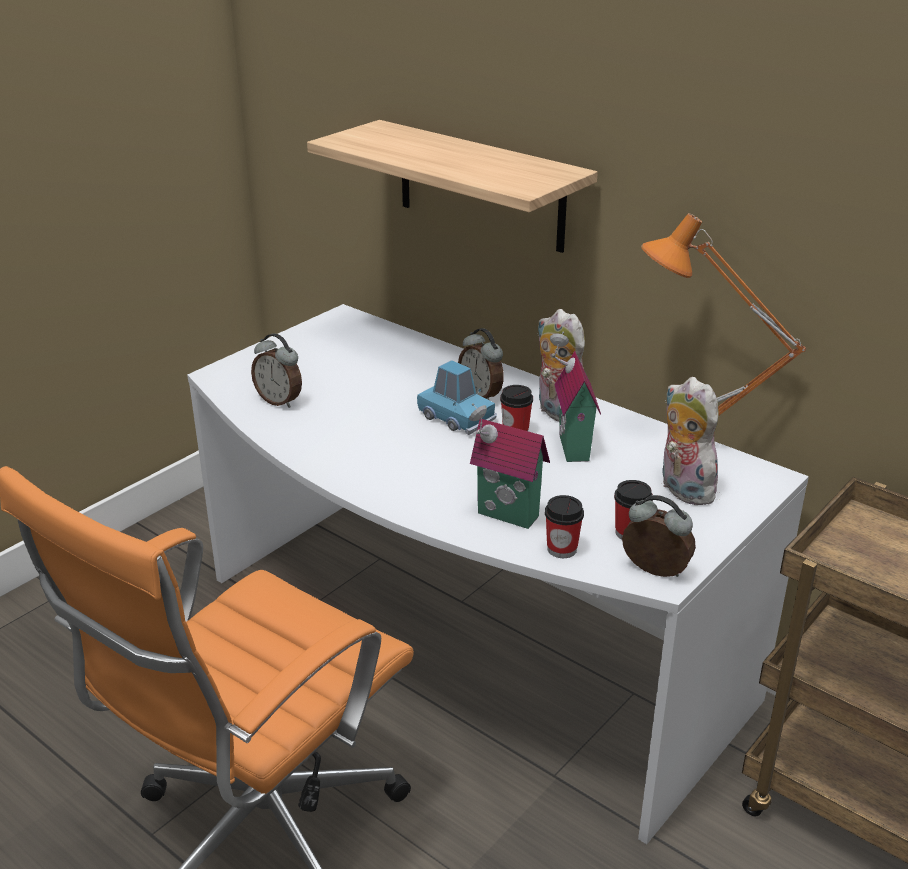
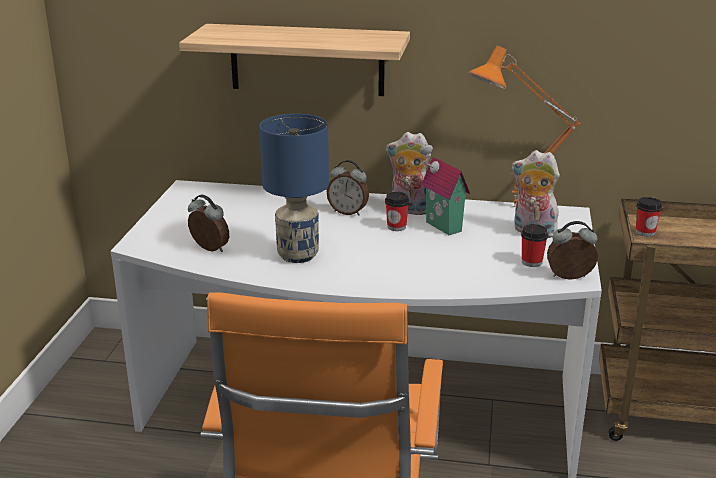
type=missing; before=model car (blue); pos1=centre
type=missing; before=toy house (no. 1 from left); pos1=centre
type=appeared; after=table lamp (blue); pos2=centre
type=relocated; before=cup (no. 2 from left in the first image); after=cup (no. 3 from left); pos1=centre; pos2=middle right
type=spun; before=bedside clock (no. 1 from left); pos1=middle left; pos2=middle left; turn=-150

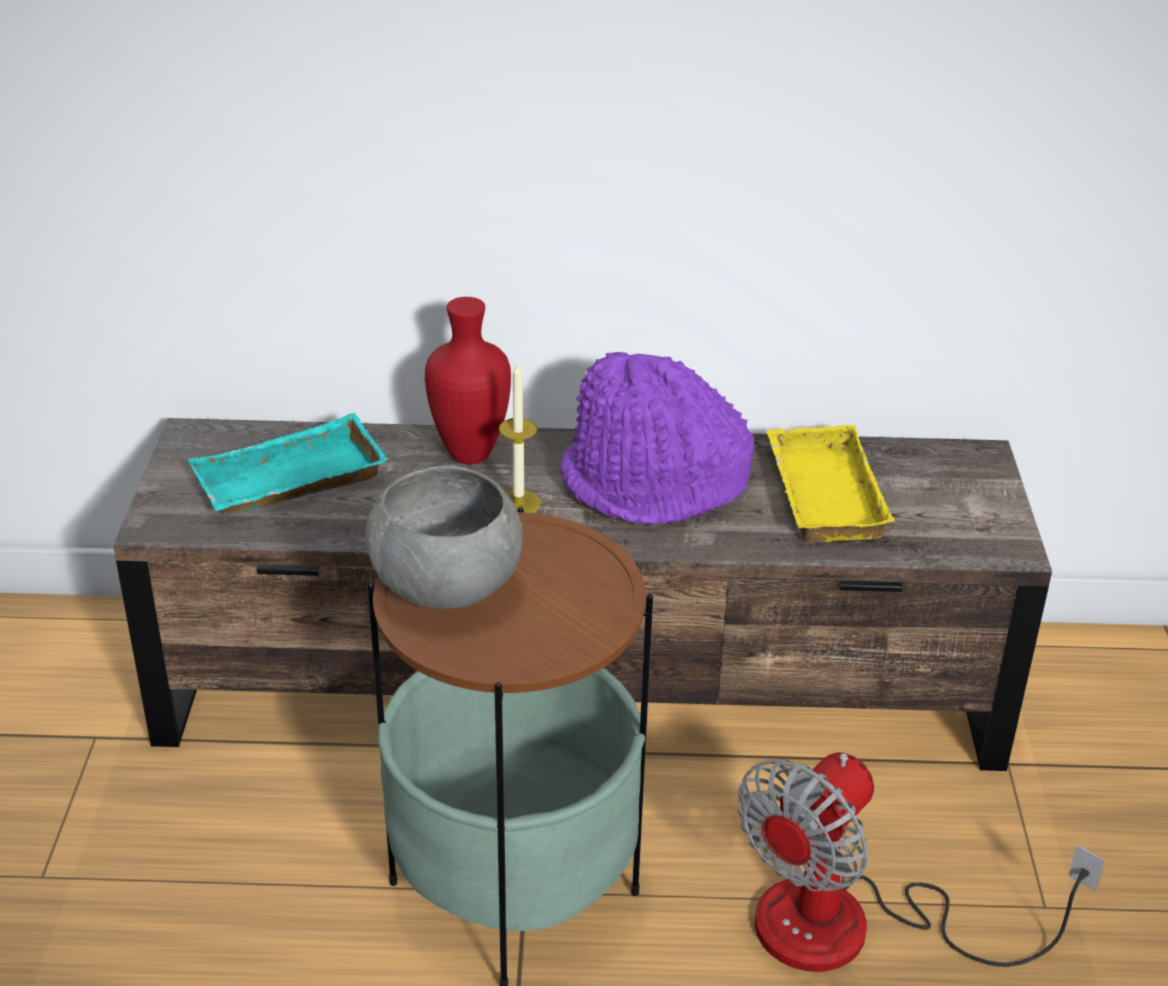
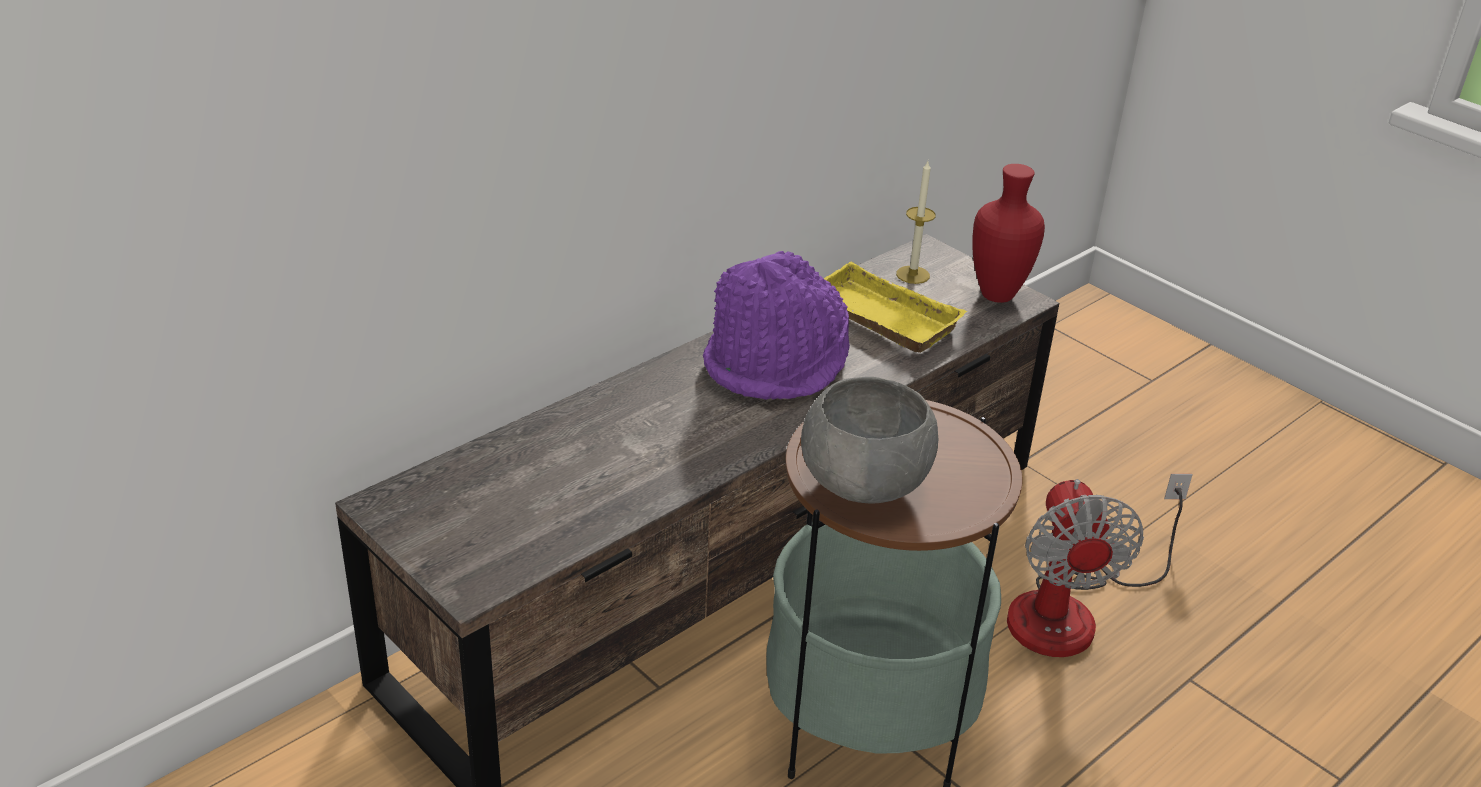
type=missing; before=serving tray (blue-green); pos1=middle left
type=relocated; before=flower vase (reddish); pos1=centre; pos2=top right
type=relocated; before=wax light; pos1=centre; pos2=top centre

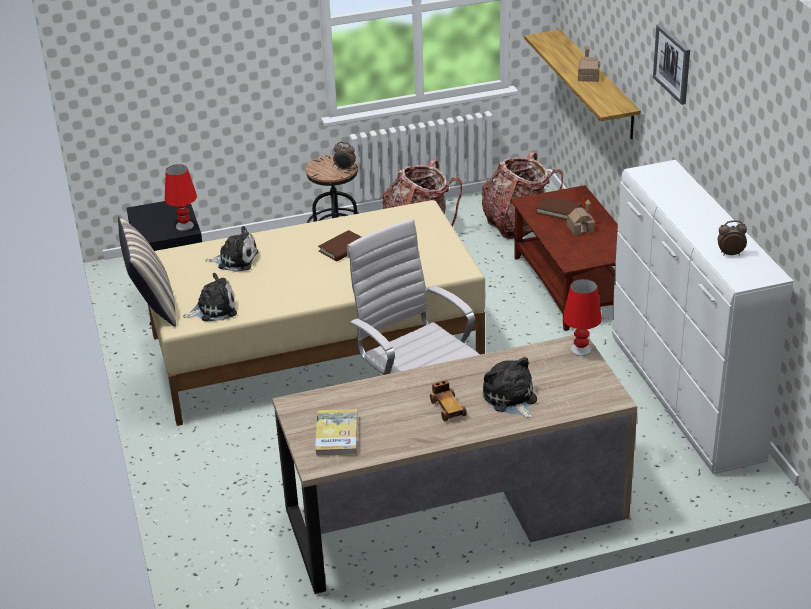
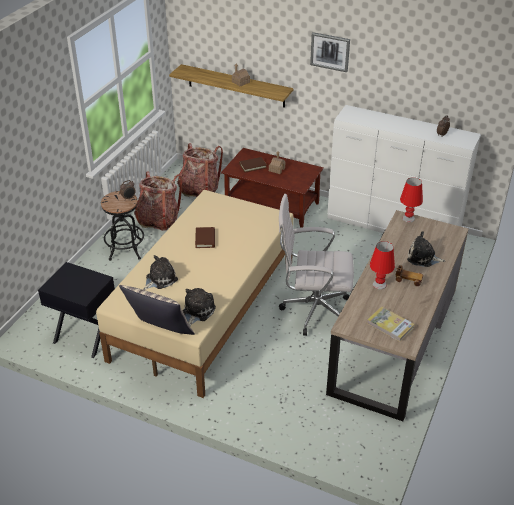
type=relocated; before=table lamp (reddish) (no. 1 from left); pos1=top left; pos2=middle right

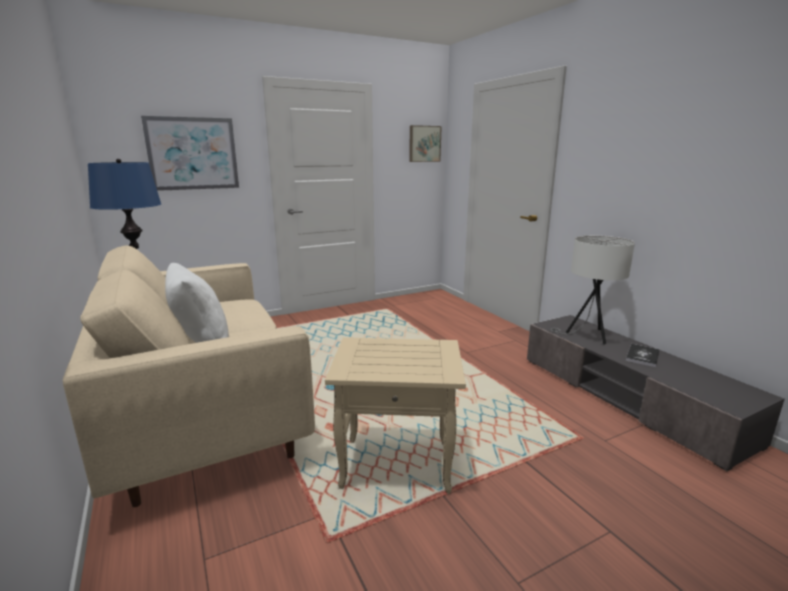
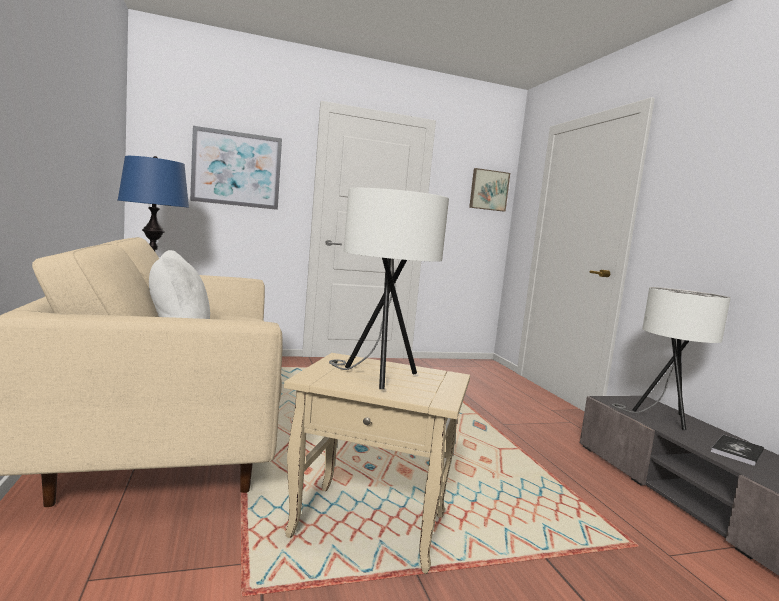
type=appeared; after=table lamp (white-coloured) (no. 1 from left); pos2=centre

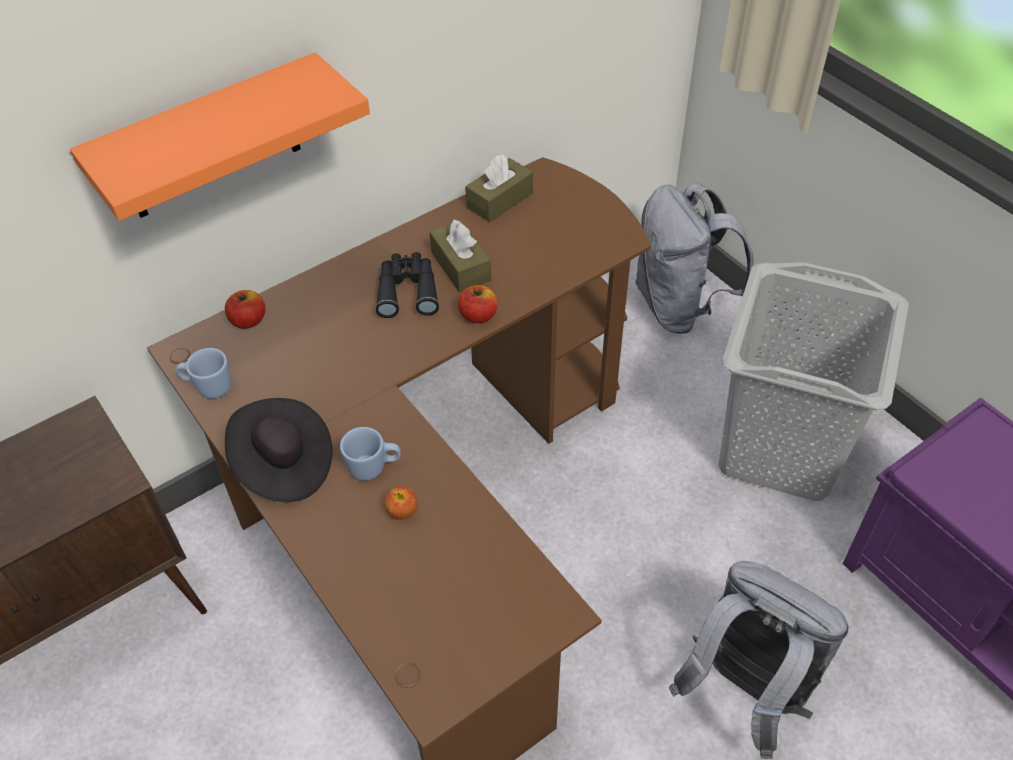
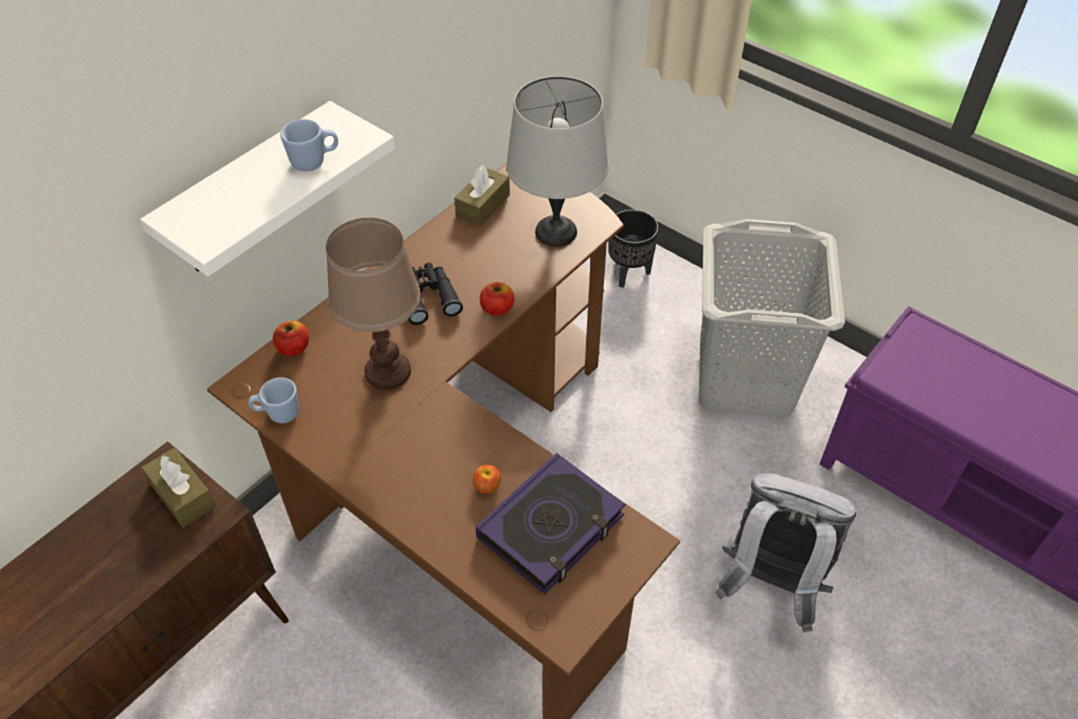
type=missing; before=hat (black); pos1=middle left
type=appeared; after=table lamp (brown); pos2=centre
type=appeared; after=book; pos2=bottom centre
type=appeared; after=table lamp (gray); pos2=top centre
type=relocated; before=tea mug (blue) (no. 2 from left); pos1=centre; pos2=top left
type=relocated; before=box of tissues (brown) (no. 1 from left); pos1=centre; pos2=bottom left
type=exchanged; before=backpack (gray) (no. 1 from left); after=flower pot (black); pos1=middle right; pos2=centre
type=colour; before=bracket shelf (orange); after=bracket shelf (white-coloured); pos1=top left; pos2=top left

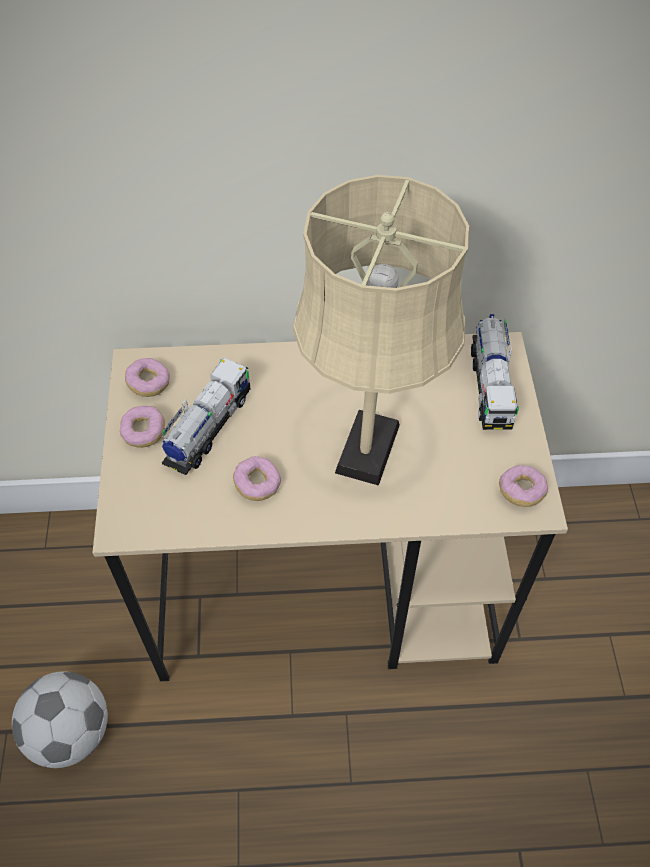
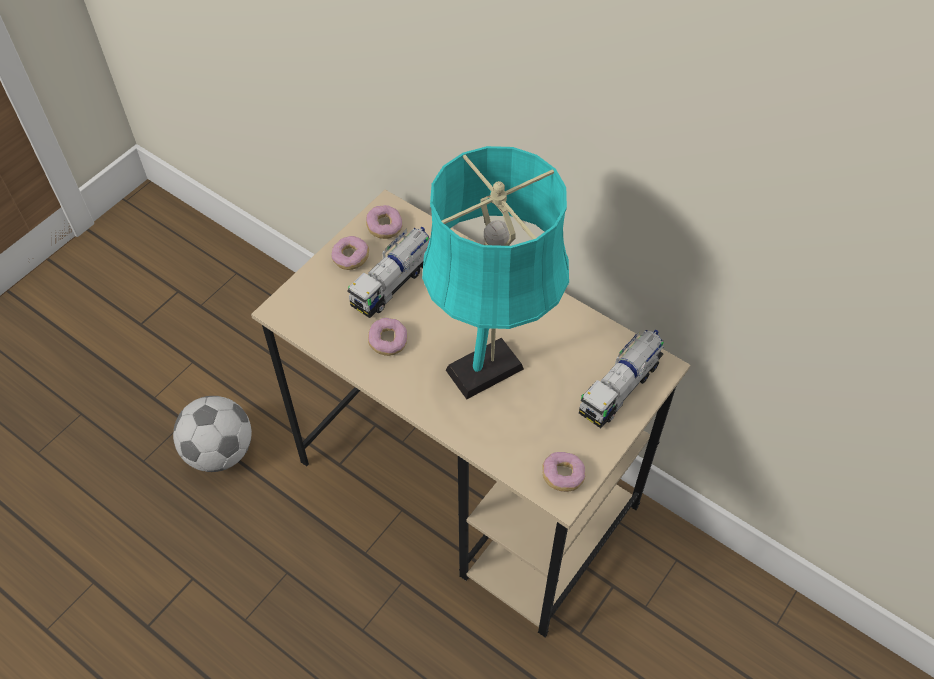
type=colour; before=table lamp (beige-coloured); after=table lamp (blue-green); pos1=centre; pos2=centre
type=spun; before=model truck (no. 1 from left); pos1=middle left; pos2=centre; turn=150

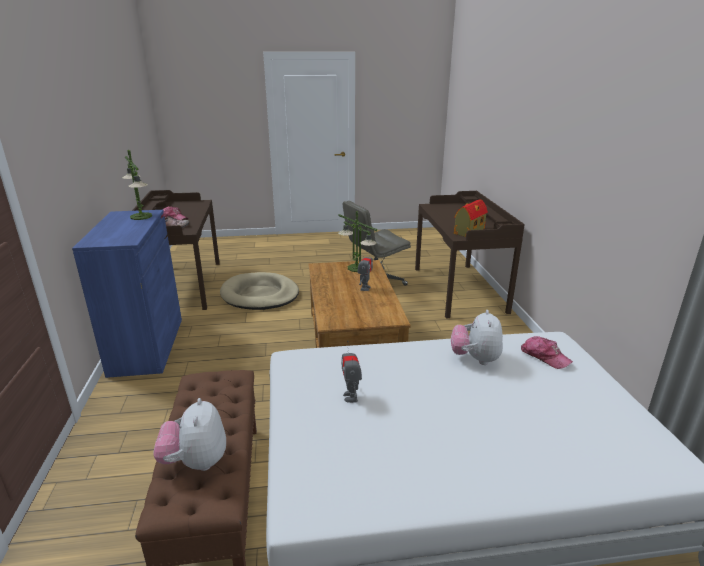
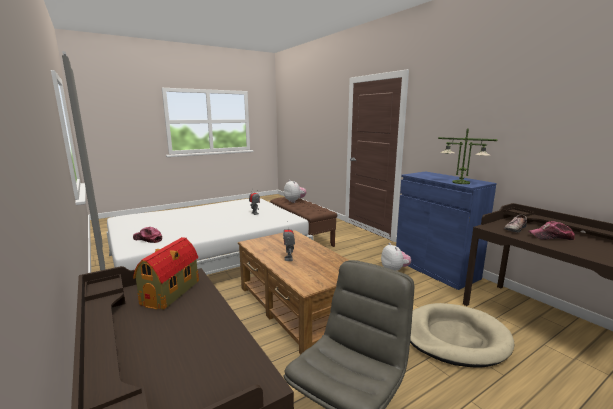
type=missing; before=table lamp (no. 2 from left); pos1=centre
type=relocated; before=plush toy (no. 2 from left); pos1=middle right; pos2=centre

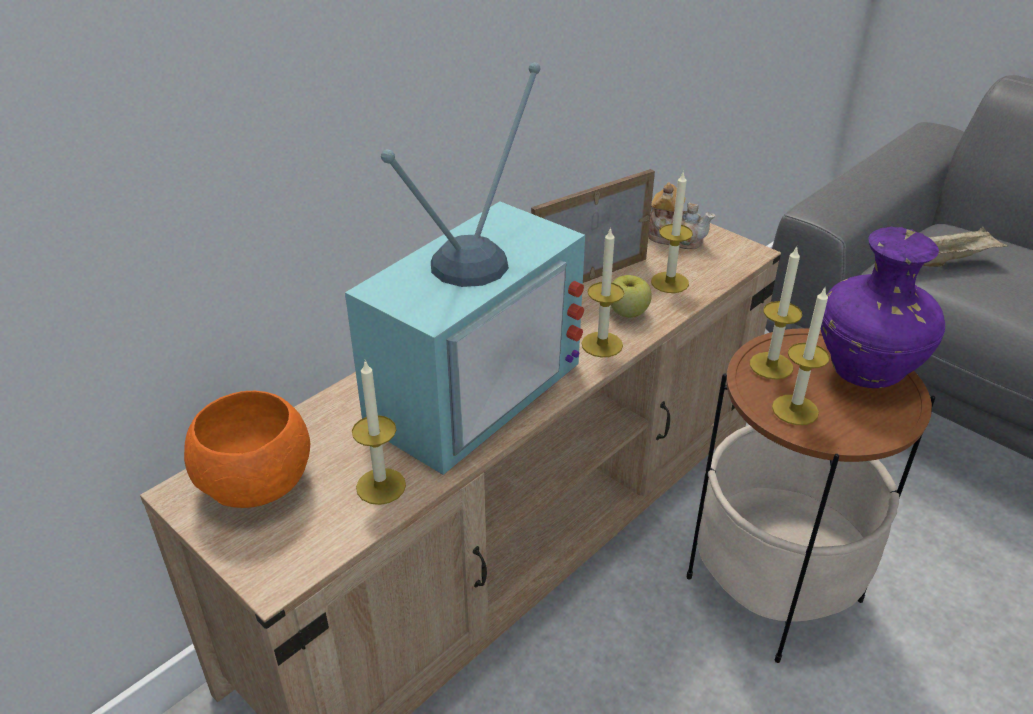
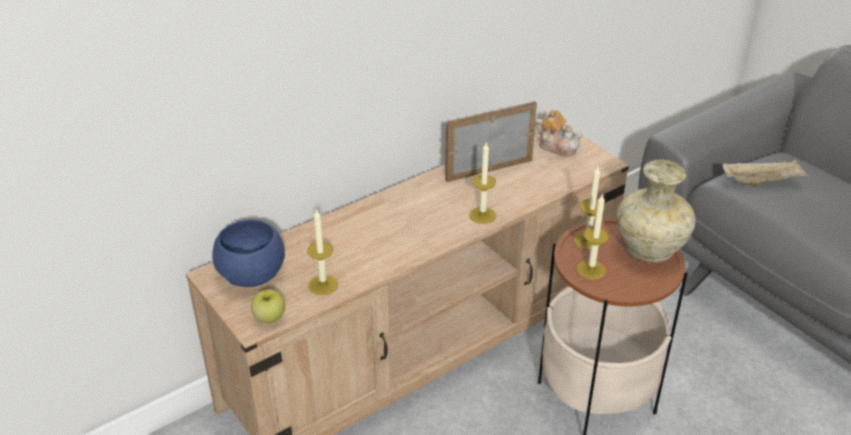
type=missing; before=TV; pos1=centre
type=missing; before=wax light (no. 3 from left); pos1=top centre
type=relocated; before=whole apple; pos1=centre; pos2=bottom left
type=colour; before=bowl (orange); after=bowl (blue); pos1=middle left; pos2=middle left
type=colour; before=flower vase (purple-coloured); after=flower vase (beige-coloured); pos1=middle right; pos2=middle right

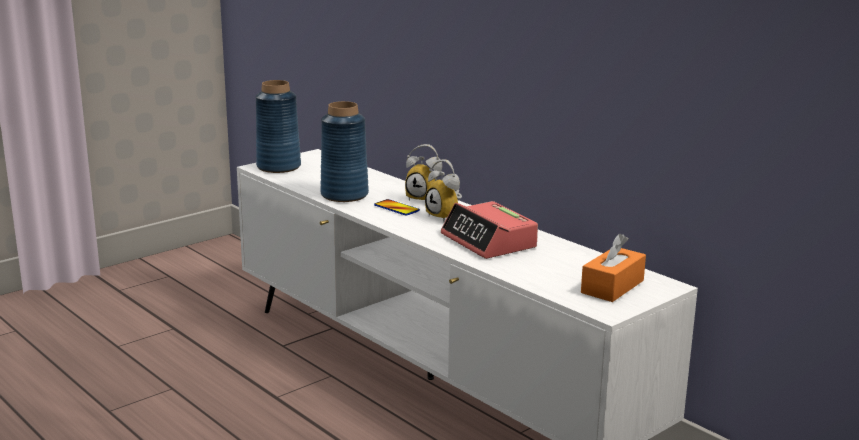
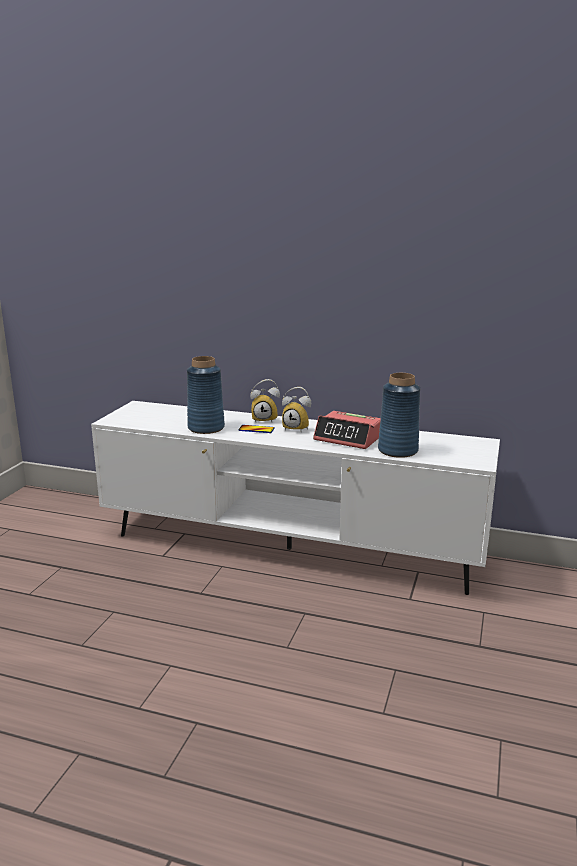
type=missing; before=box of tissues (orange); pos1=middle right
type=relocated; before=flower vase (blue) (no. 1 from left in the first image); after=flower vase (blue) (no. 2 from left); pos1=top left; pos2=middle right

